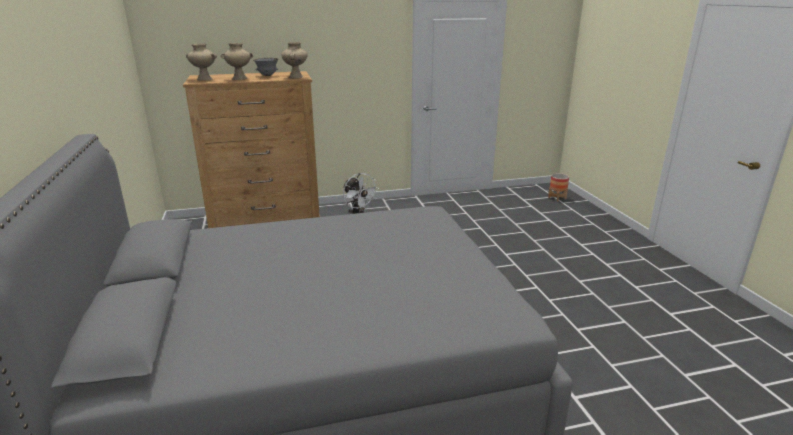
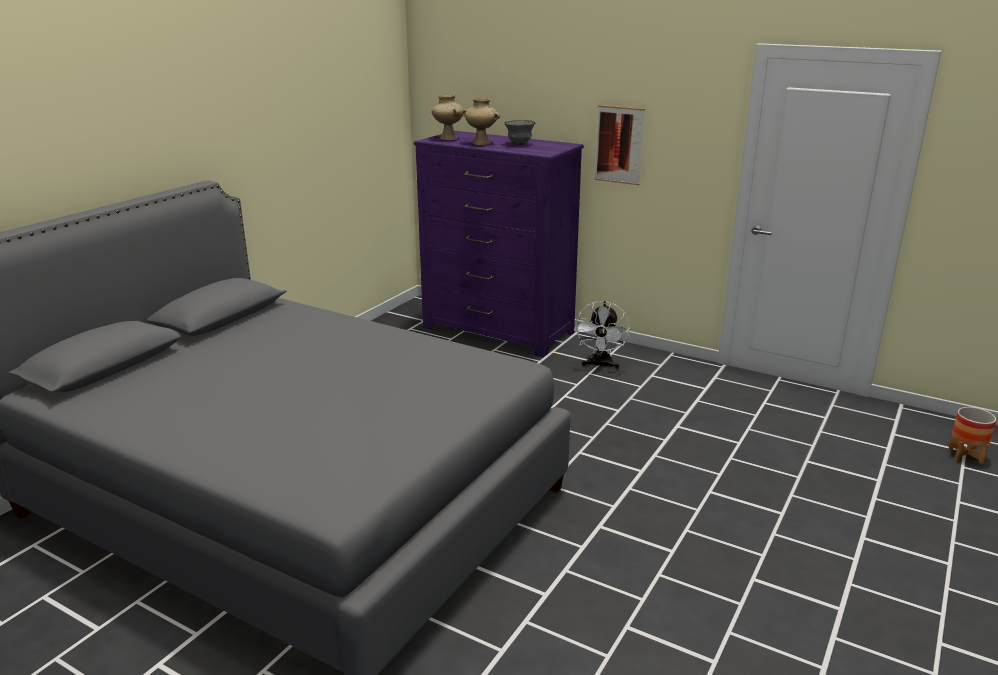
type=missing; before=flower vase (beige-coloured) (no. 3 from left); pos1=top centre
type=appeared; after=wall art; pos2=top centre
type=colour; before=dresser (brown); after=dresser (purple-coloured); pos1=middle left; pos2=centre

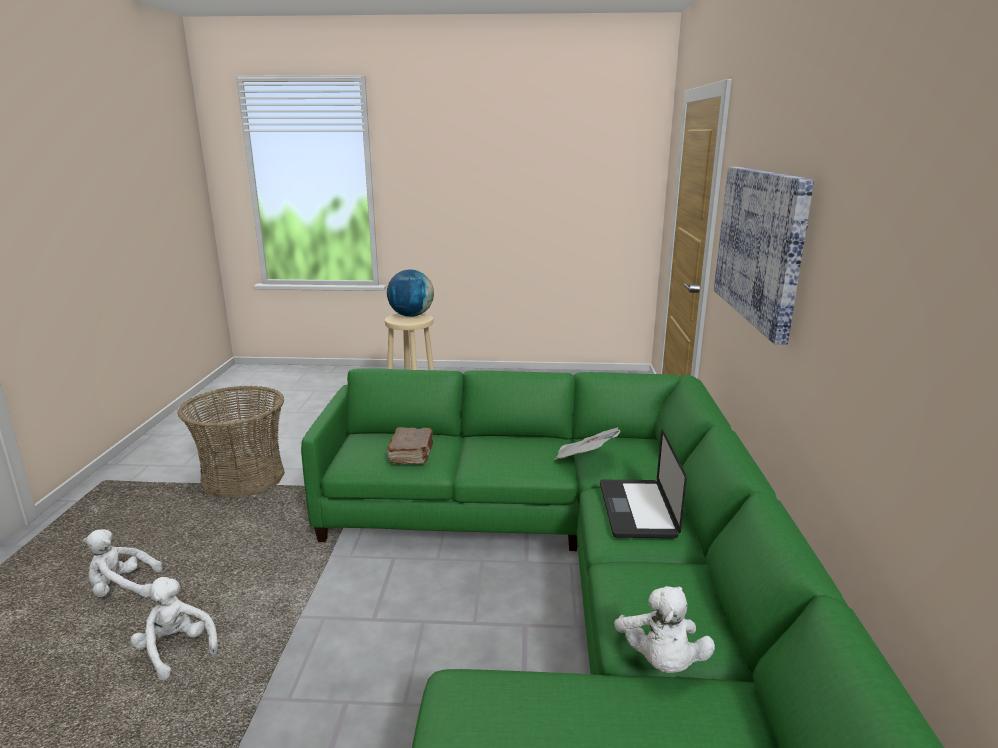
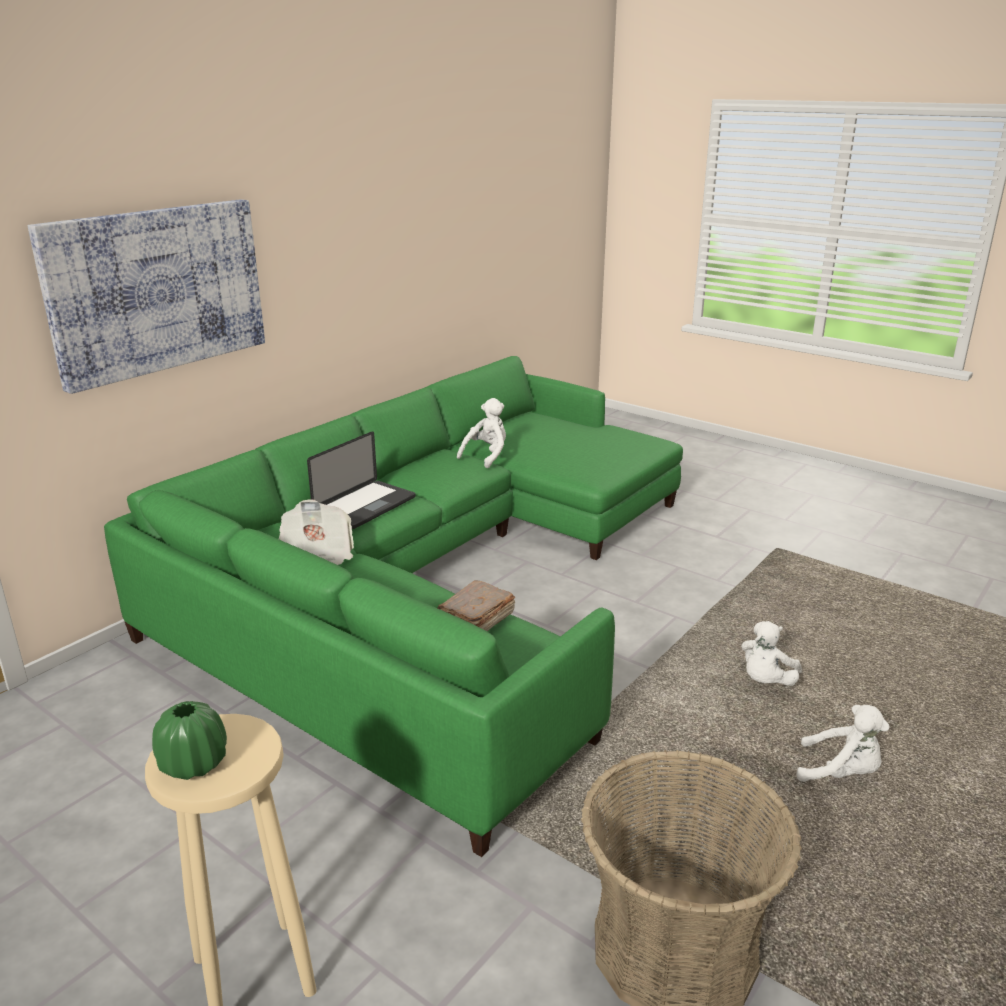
type=exchanged; before=desk globe; after=flower vase (greenish); pos1=centre; pos2=bottom left
type=spun; before=plush toy (white-coloured) (no. 2 from left); pos1=bottom left; pos2=middle right; turn=45

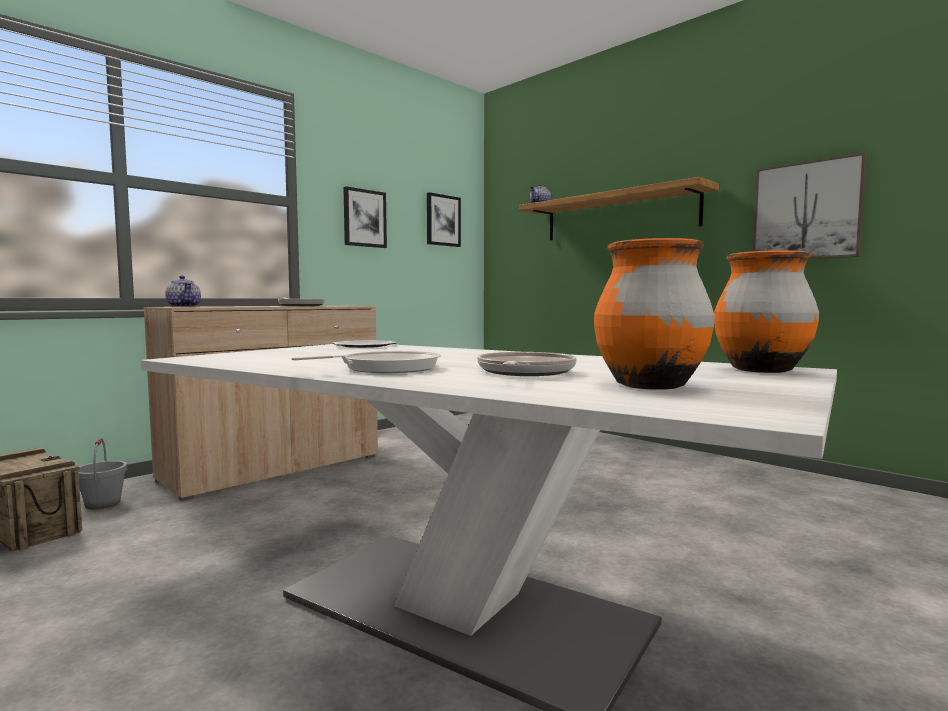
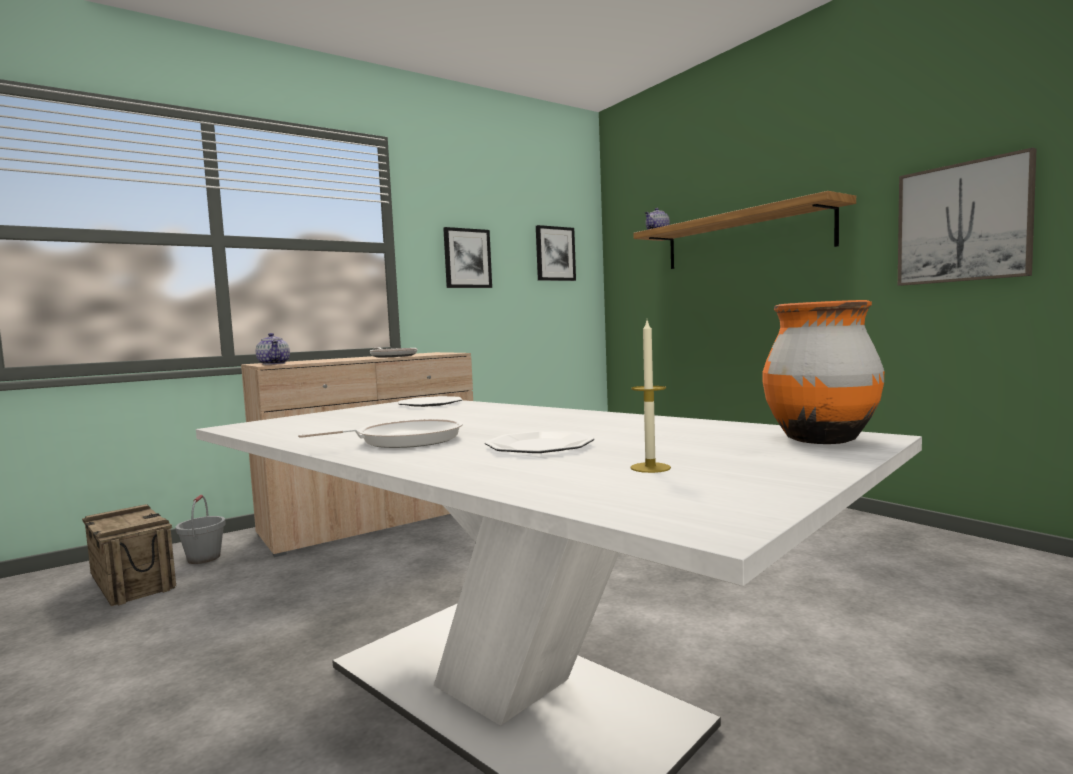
type=exchanged; before=pan (no. 3 from left); after=dinner plate (no. 2 from left); pos1=centre; pos2=centre
type=exchanged; before=flower vase (orange) (no. 1 from left); after=wax light; pos1=middle right; pos2=centre

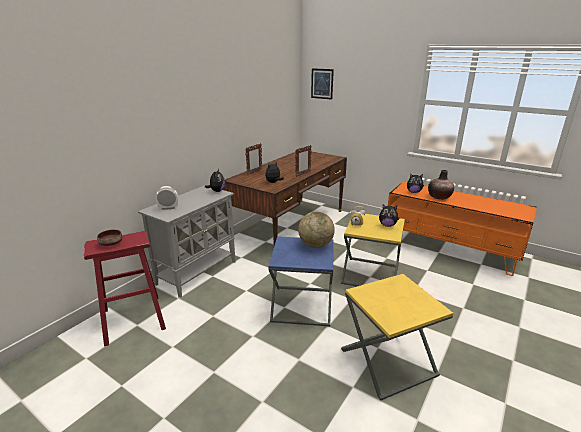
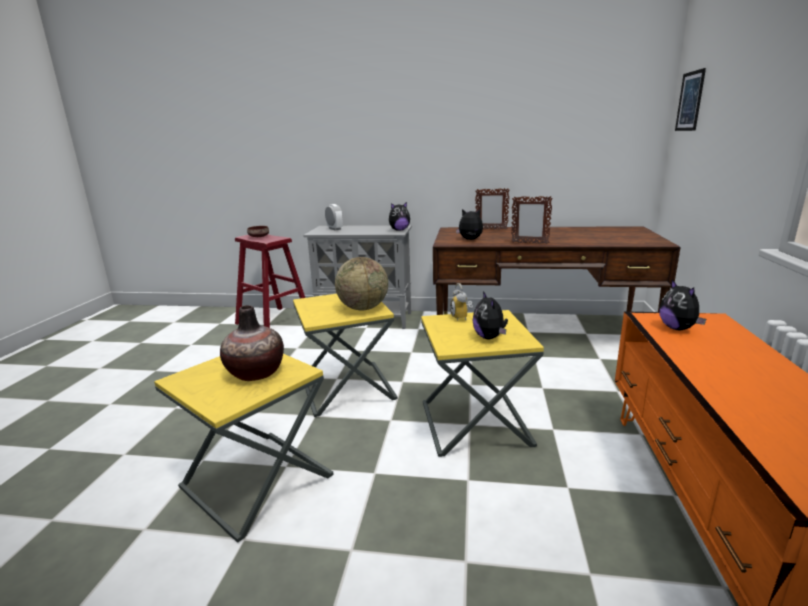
type=relocated; before=flower vase; pos1=middle right; pos2=middle left
type=colour; before=end table (blue); after=end table (yellowish) (no. 2 from left); pos1=centre; pos2=centre

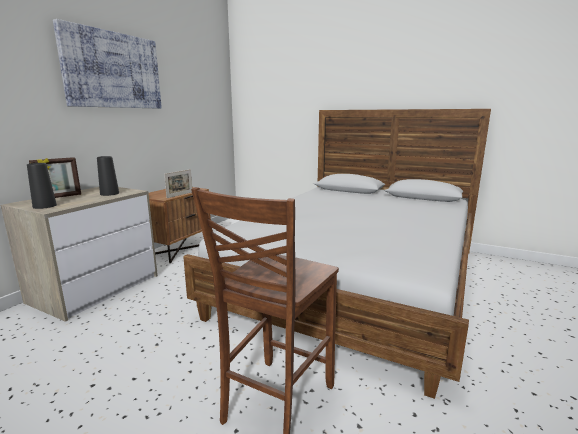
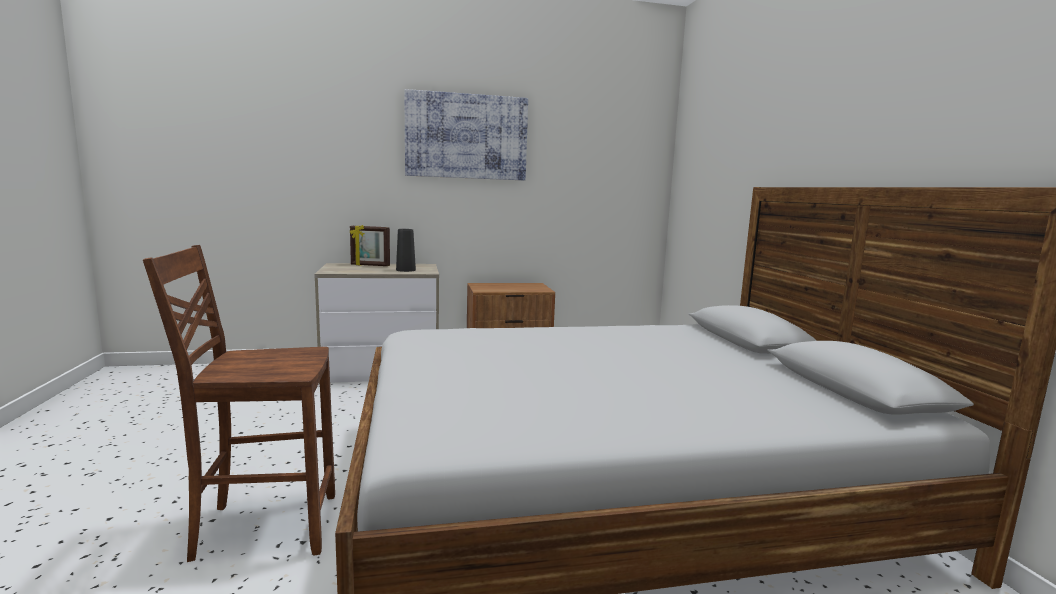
type=missing; before=flower vase (black) (no. 1 from left); pos1=middle left
type=missing; before=standing frame (no. 2 from left); pos1=middle left

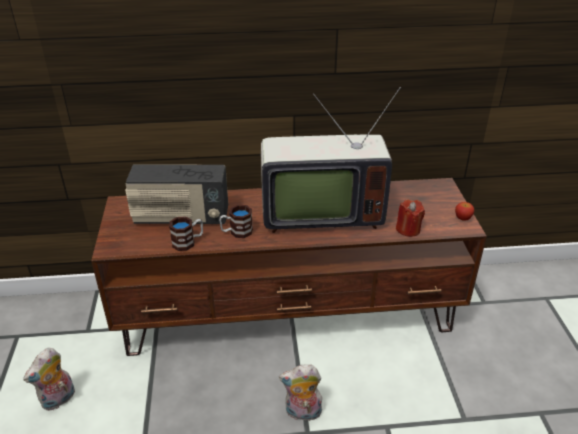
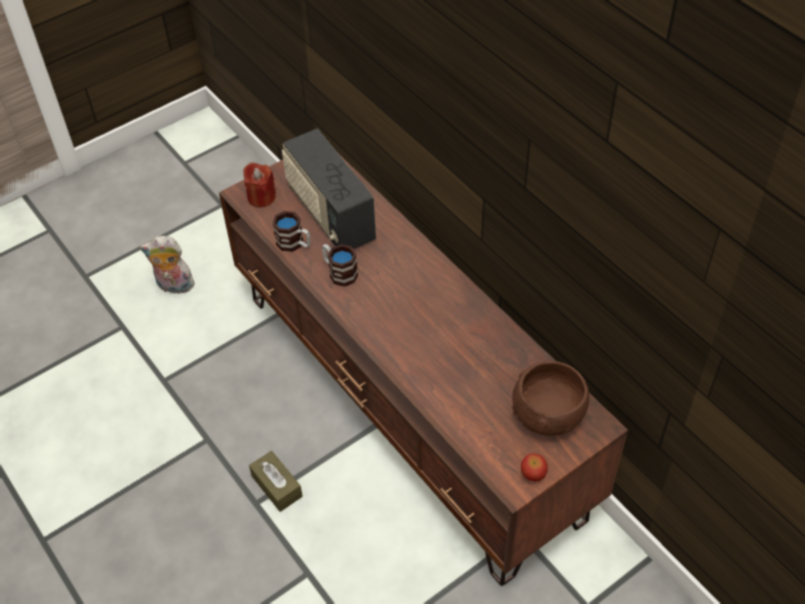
type=missing; before=TV; pos1=centre
type=appeared; after=bowl (brown); pos2=middle right
type=relocated; before=wax light (reddish); pos1=middle right; pos2=top left
type=exchanged; before=plush toy (no. 2 from left); after=box of tissues (brown); pos1=bottom centre; pos2=bottom centre

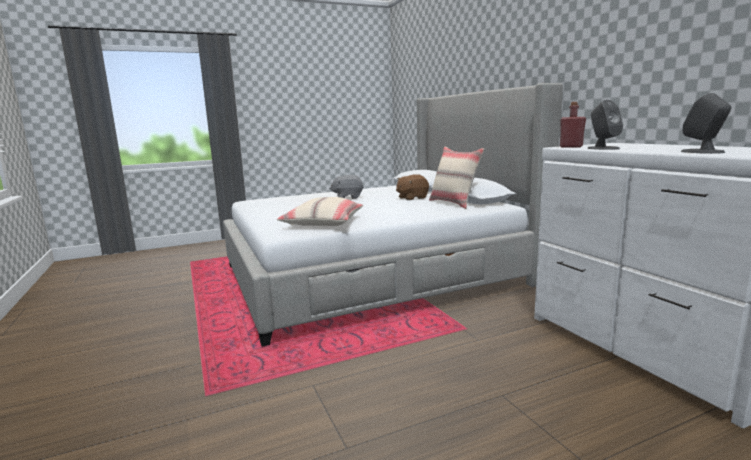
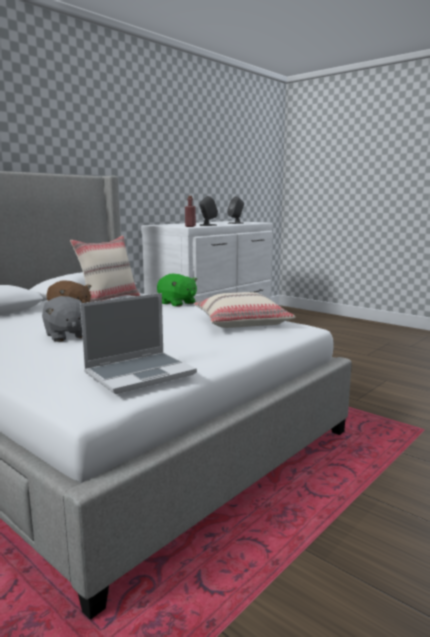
type=appeared; after=notebook computer; pos2=middle left
type=appeared; after=plush toy (greenish); pos2=centre

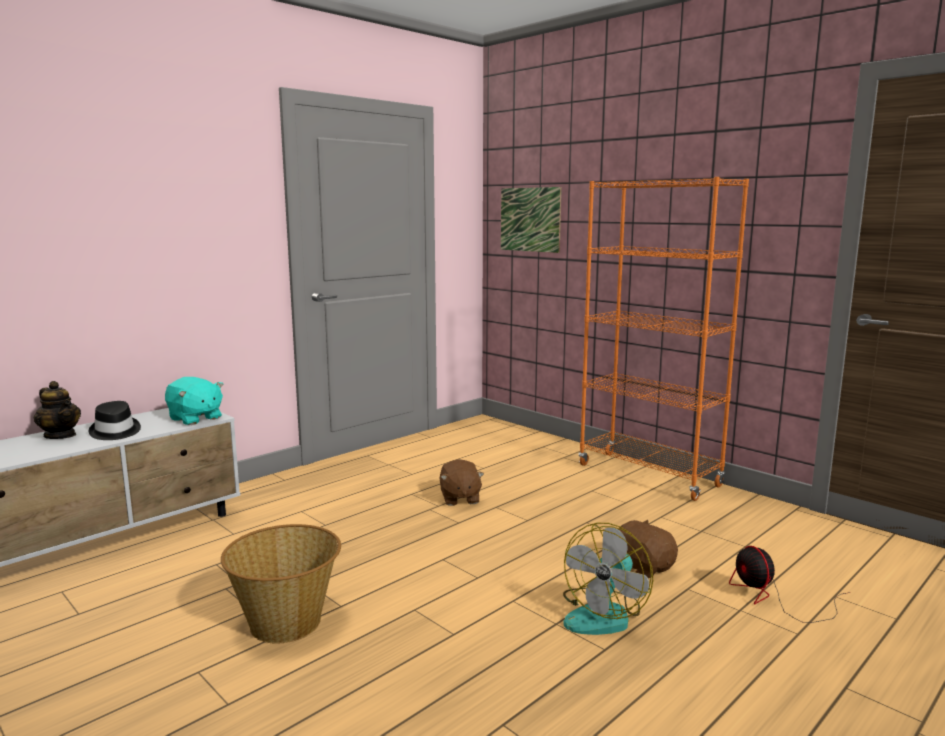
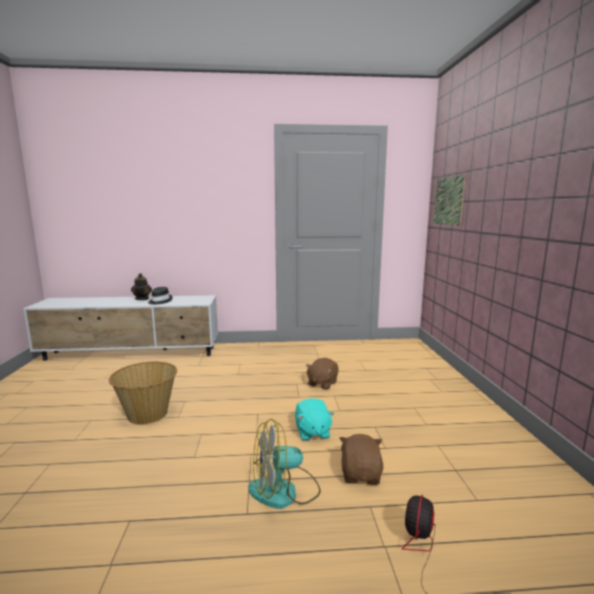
type=missing; before=bookcase (orange); pos1=middle right
type=relocated; before=plush toy (blue-green); pos1=middle left; pos2=bottom centre

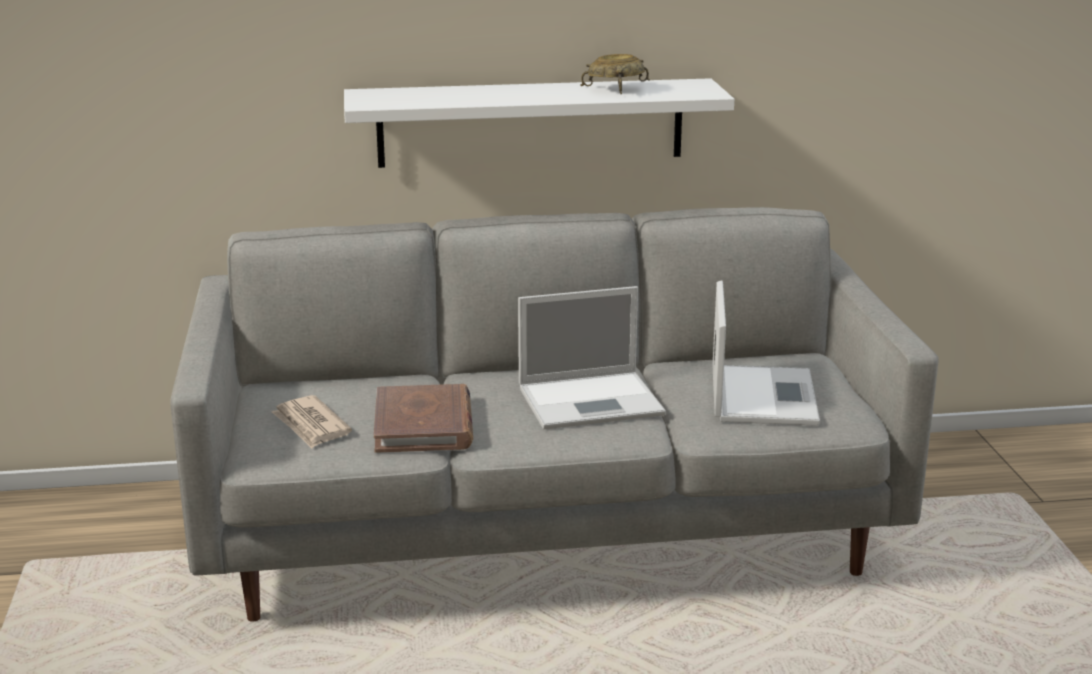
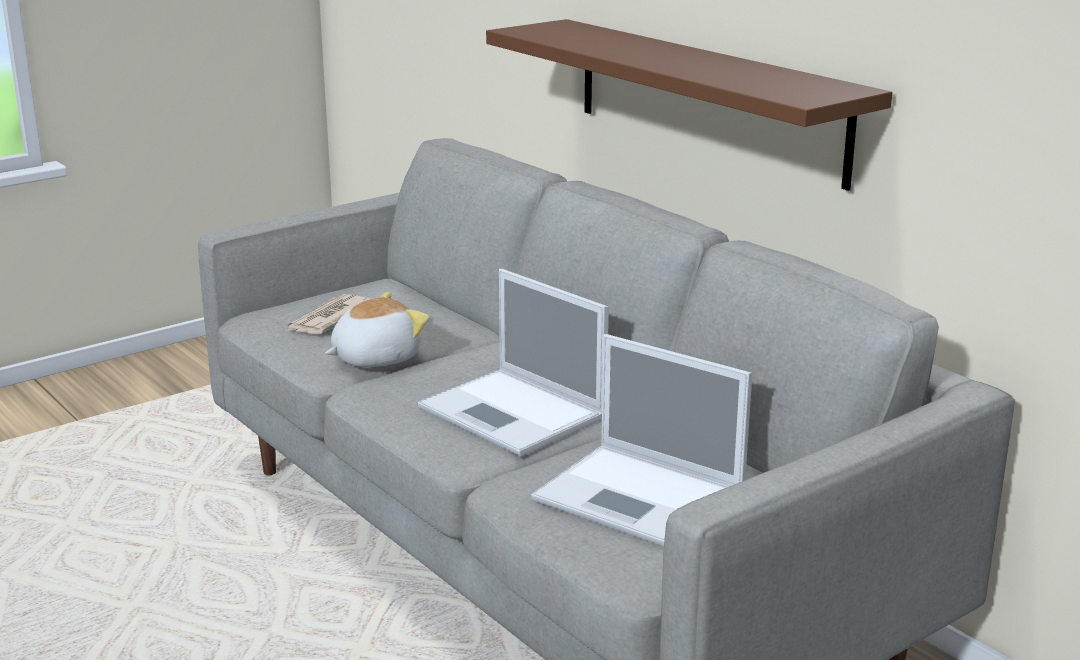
type=missing; before=bowl (beige-coloured); pos1=top centre
type=exchanged; before=book (brown); after=plush toy; pos1=centre; pos2=centre
type=colour; before=bracket shelf (white-coloured); after=bracket shelf (brown); pos1=top centre; pos2=top centre
type=spun; before=notebook computer (no. 2 from left); pos1=middle right; pos2=bottom centre; turn=60

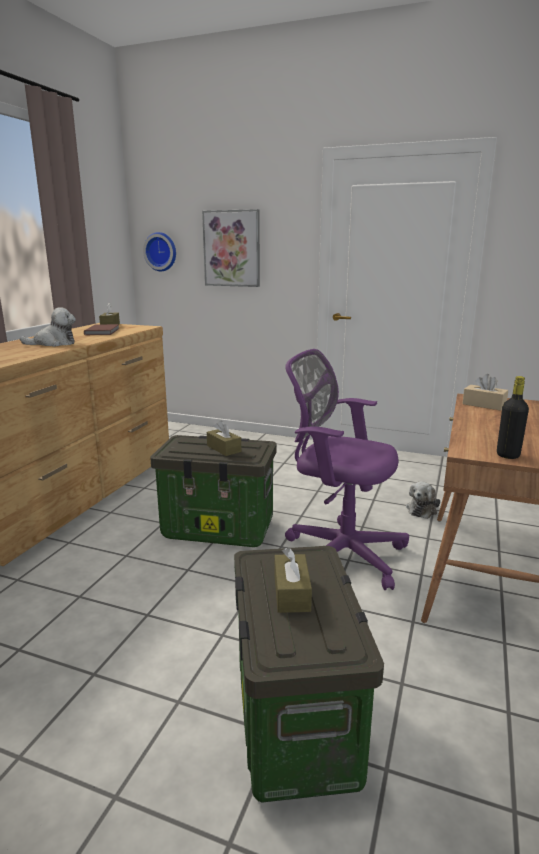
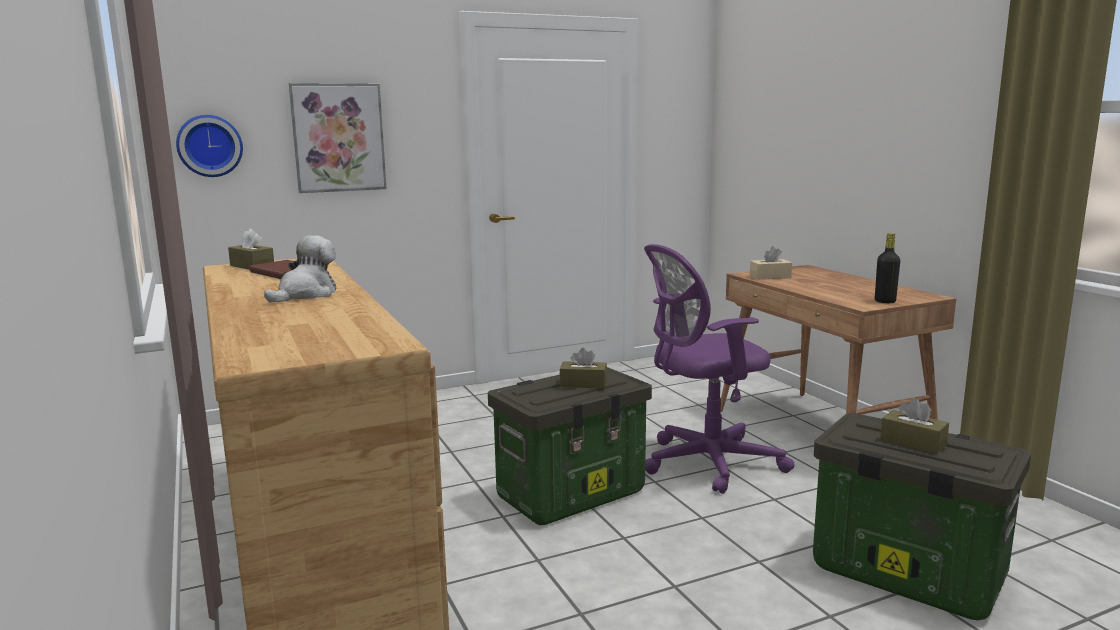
type=missing; before=plush toy (no. 2 from left); pos1=middle right

